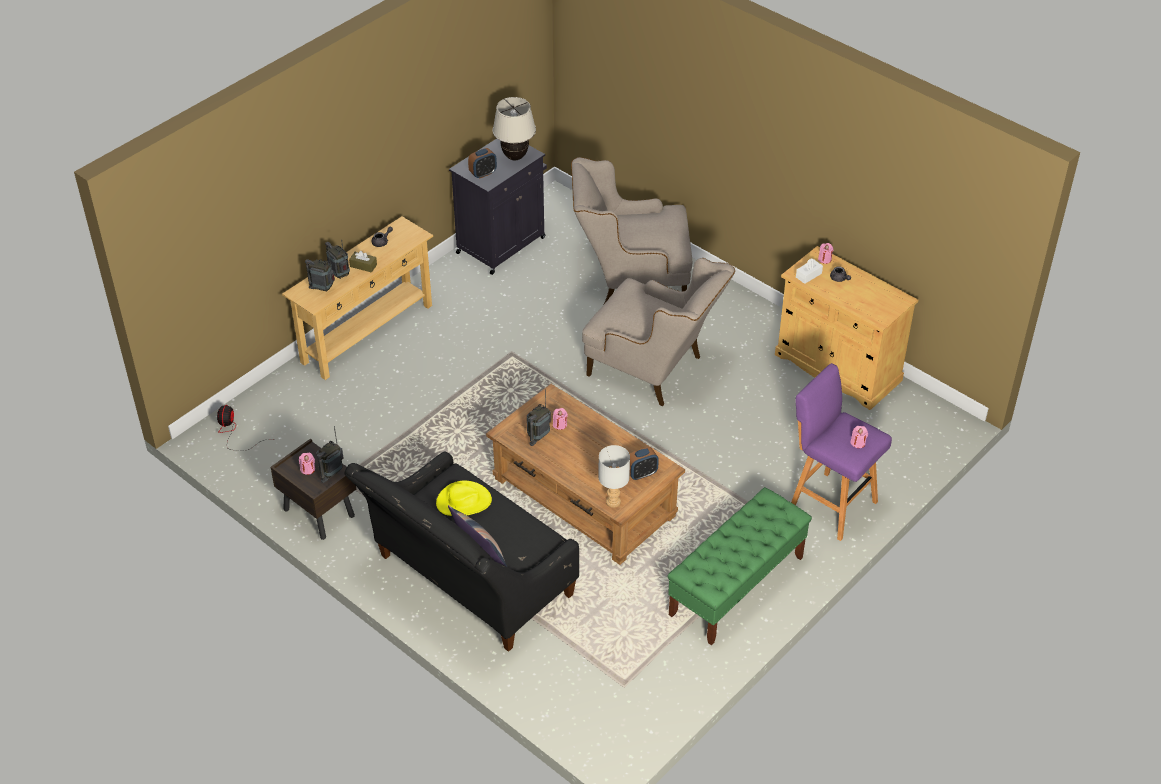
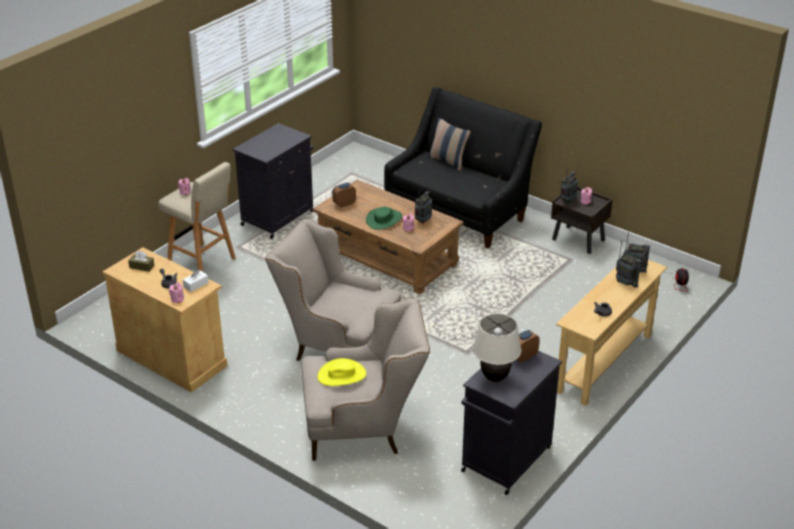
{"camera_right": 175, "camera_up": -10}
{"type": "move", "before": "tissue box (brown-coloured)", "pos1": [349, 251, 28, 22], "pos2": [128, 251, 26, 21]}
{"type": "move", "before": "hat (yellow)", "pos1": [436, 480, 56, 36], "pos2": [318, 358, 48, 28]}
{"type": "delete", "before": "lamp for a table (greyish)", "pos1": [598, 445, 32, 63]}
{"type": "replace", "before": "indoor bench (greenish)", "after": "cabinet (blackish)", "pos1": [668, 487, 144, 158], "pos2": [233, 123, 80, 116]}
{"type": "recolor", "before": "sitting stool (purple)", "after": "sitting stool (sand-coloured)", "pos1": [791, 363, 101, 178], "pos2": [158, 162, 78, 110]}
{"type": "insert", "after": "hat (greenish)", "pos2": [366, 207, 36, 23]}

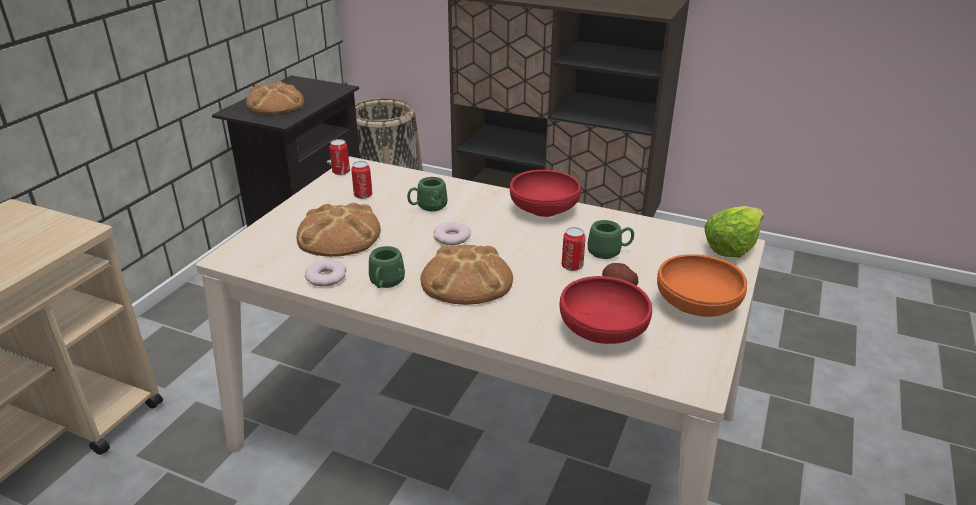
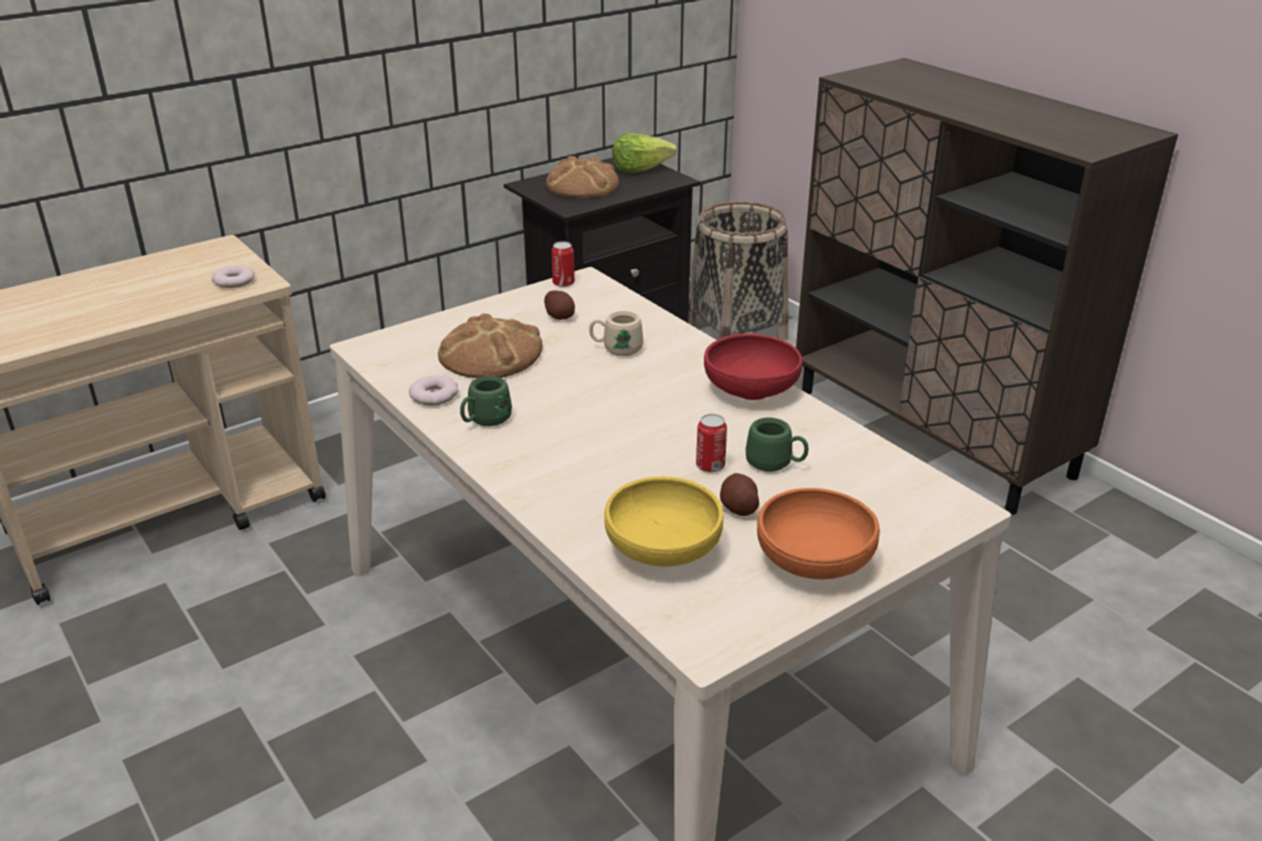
{"camera_right": 30, "camera_up": 0}
{"type": "replace", "before": "sealed can", "after": "whole potato", "pos1": [351, 161, 22, 38], "pos2": [544, 290, 31, 30]}
{"type": "recolor", "before": "tea mug (greenish)", "after": "tea mug (sand-coloured)", "pos1": [407, 177, 41, 34], "pos2": [589, 311, 54, 45]}
{"type": "delete", "before": "bread", "pos1": [420, 245, 93, 60]}
{"type": "move", "before": "ring doughnut", "pos1": [433, 222, 38, 23], "pos2": [212, 265, 43, 23]}
{"type": "recolor", "before": "serving bowl (red-coloured)", "after": "serving bowl (yellow)", "pos1": [559, 276, 93, 68], "pos2": [604, 476, 120, 90]}
{"type": "move", "before": "head of lettuce", "pos1": [704, 206, 60, 51], "pos2": [612, 134, 65, 39]}

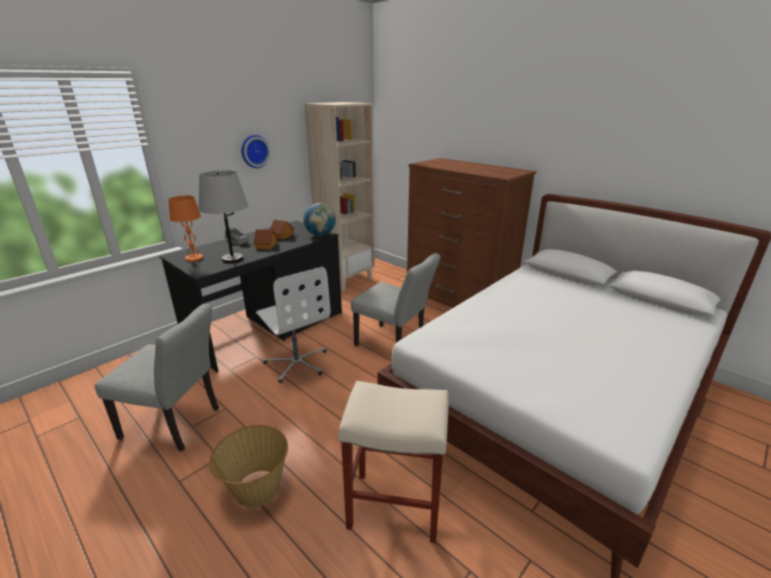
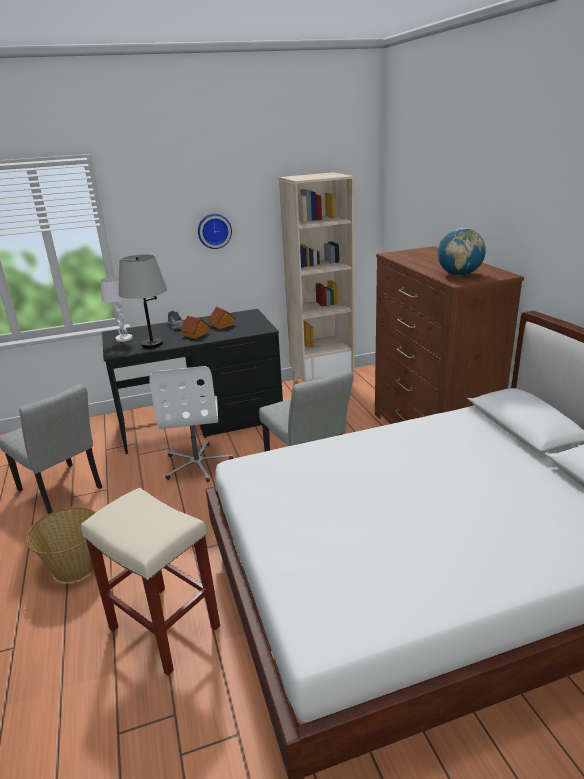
{"camera_right": 30, "camera_up": 0}
{"type": "recolor", "before": "lamp for a table (orangey)", "after": "lamp for a table (whitish)", "pos1": [169, 195, 34, 67], "pos2": [101, 276, 32, 66]}
{"type": "move", "before": "world globe", "pos1": [303, 203, 33, 33], "pos2": [438, 228, 48, 48]}

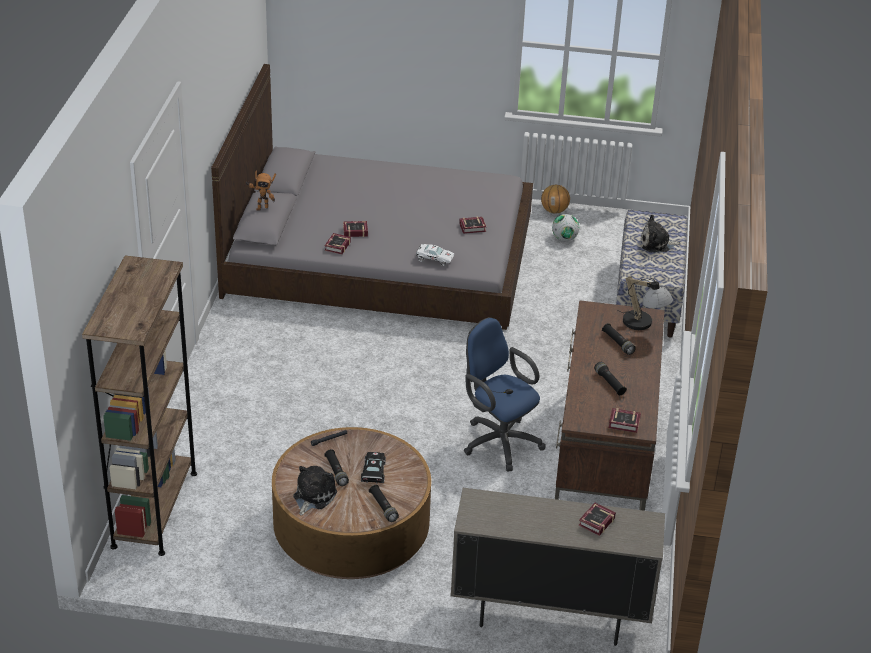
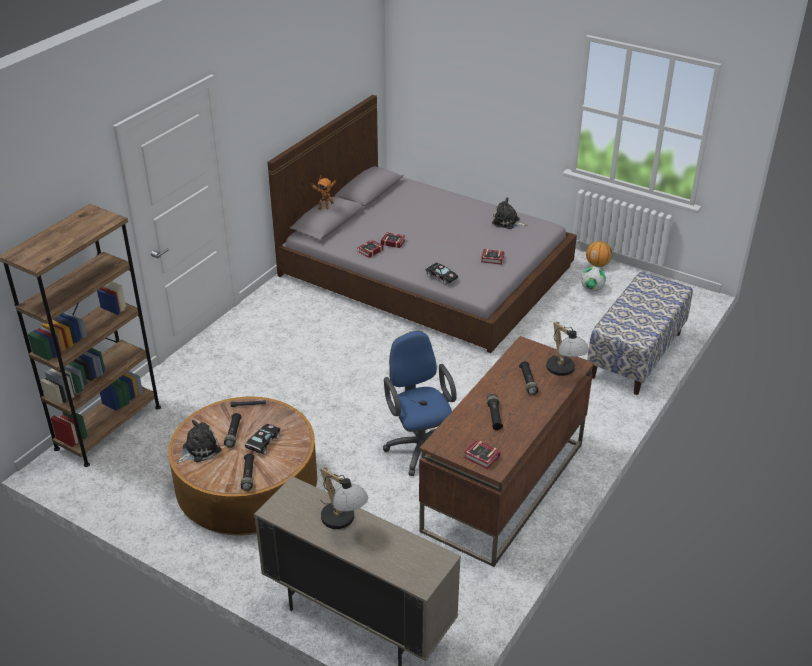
{"camera_right": 25, "camera_up": 0}
{"type": "recolor", "before": "model car (whitish)", "after": "model car (blackish)", "pos1": [416, 244, 38, 22], "pos2": [426, 262, 32, 23]}
{"type": "delete", "before": "book", "pos1": [578, 503, 38, 33]}
{"type": "move", "before": "soft toy", "pos1": [641, 215, 40, 37], "pos2": [492, 197, 35, 32]}
{"type": "insert", "after": "lamp for a table", "pos2": [320, 467, 48, 62]}

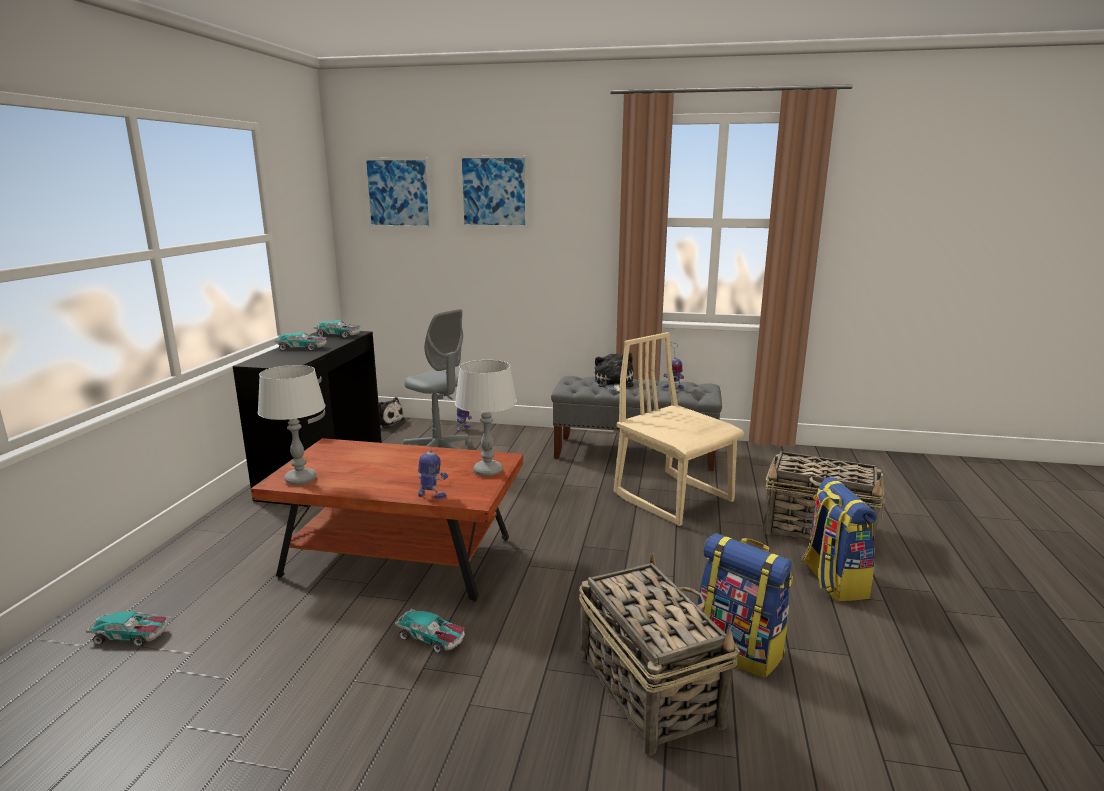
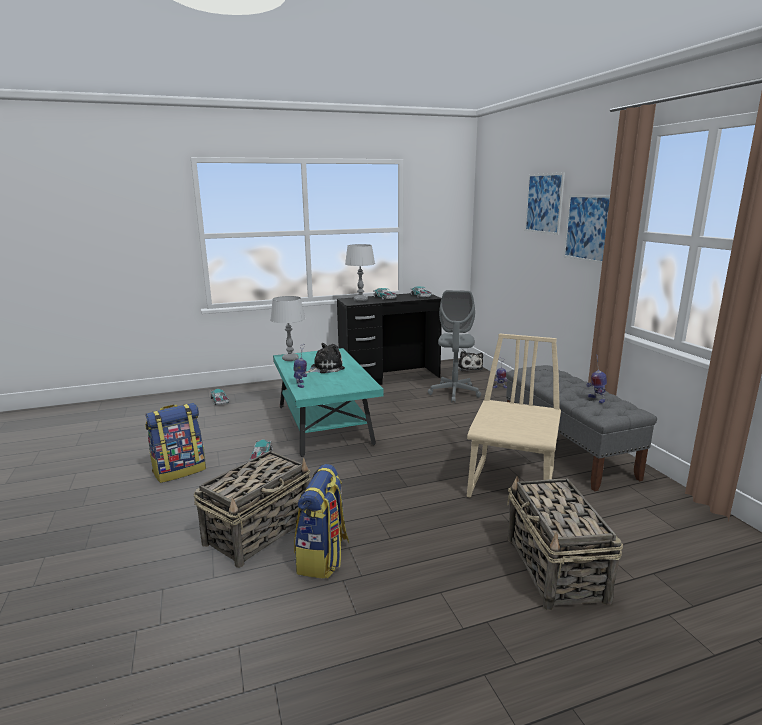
{"camera_right": 60, "camera_up": 0}
{"type": "recolor", "before": "lounge table (brown-coloured)", "after": "lounge table (turquoise)", "pos1": [251, 438, 272, 164], "pos2": [273, 348, 111, 109]}
{"type": "move", "before": "wall picture", "pos1": [364, 158, 68, 70], "pos2": [563, 195, 47, 68]}
{"type": "move", "before": "lamp for a table (greyish)", "pos1": [455, 360, 62, 117], "pos2": [345, 244, 30, 57]}
{"type": "move", "before": "soft toy", "pos1": [595, 353, 39, 39], "pos2": [305, 343, 40, 31]}
{"type": "move", "before": "knapsack", "pos1": [801, 477, 76, 124], "pos2": [145, 403, 61, 80]}

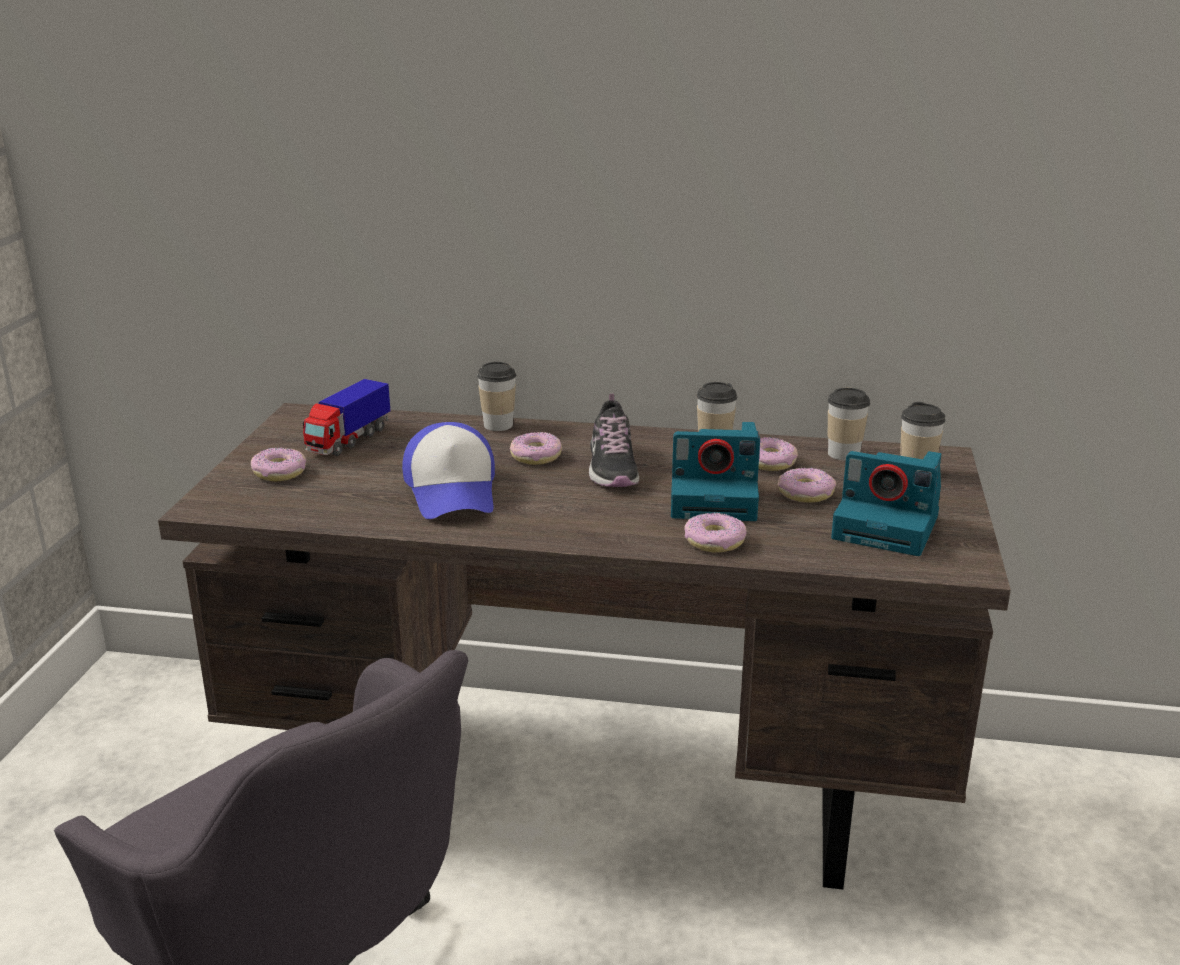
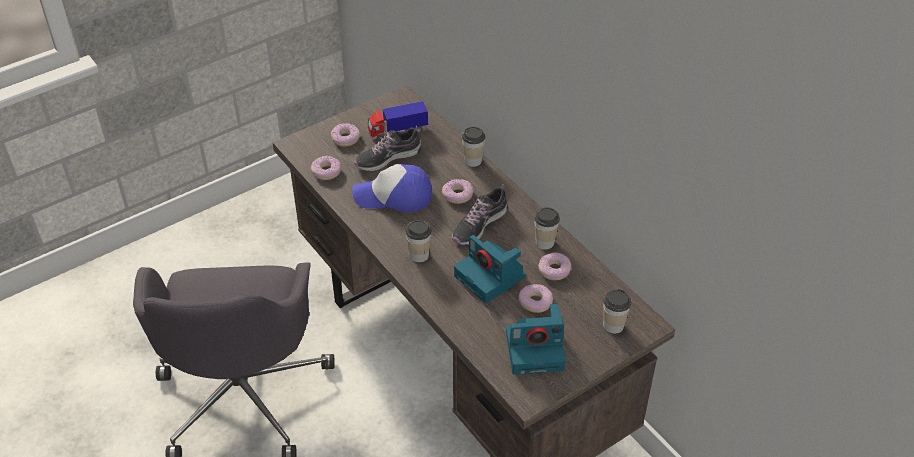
{"camera_right": 45, "camera_up": 20}
{"type": "rotate", "before": "peaked cap", "pos1": [402, 422, 93, 97], "pos2": [352, 164, 80, 48], "turn": 60}
{"type": "move", "before": "ring doughnut", "pos1": [685, 512, 62, 40], "pos2": [311, 156, 30, 24]}
{"type": "move", "before": "small cup", "pos1": [828, 388, 42, 73], "pos2": [406, 220, 25, 42]}
{"type": "rotate", "before": "photo camera", "pos1": [831, 451, 110, 105], "pos2": [506, 304, 60, 70], "turn": -75}
{"type": "insert", "after": "shoe", "pos2": [354, 126, 68, 45]}

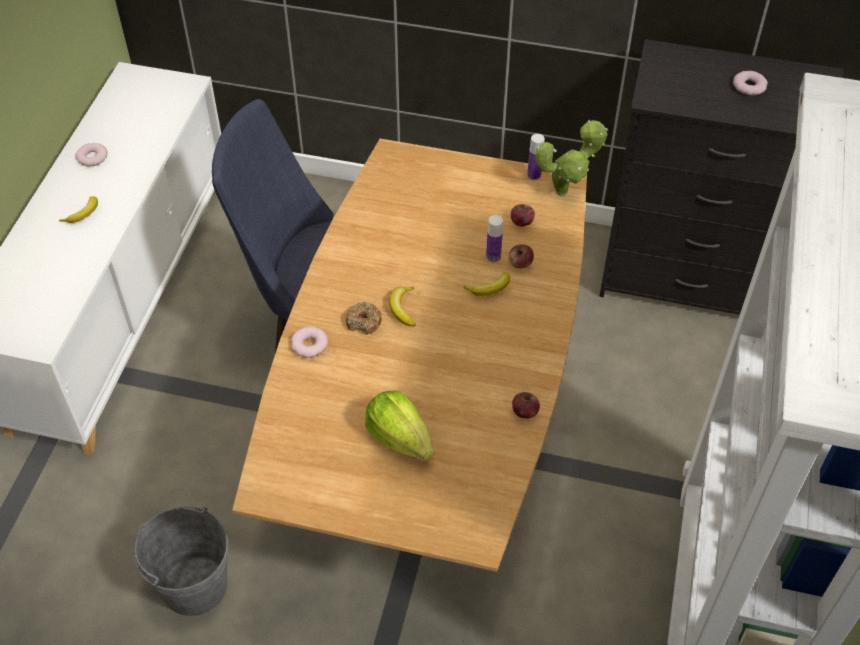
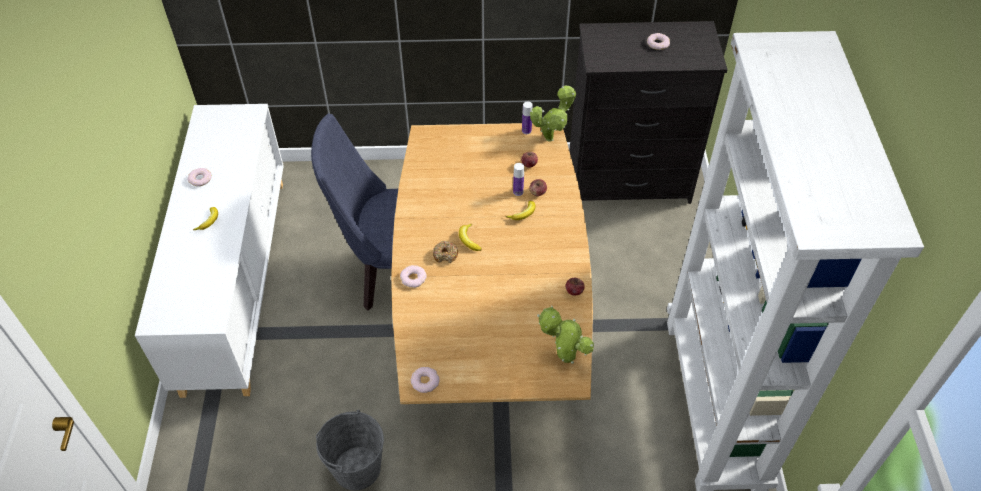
{"camera_right": -15, "camera_up": 0}
{"type": "delete", "before": "head of lettuce", "pos1": [365, 390, 69, 70]}
{"type": "insert", "after": "ring doughnut", "pos2": [411, 367, 29, 26]}
{"type": "insert", "after": "houseplant", "pos2": [537, 306, 57, 58]}

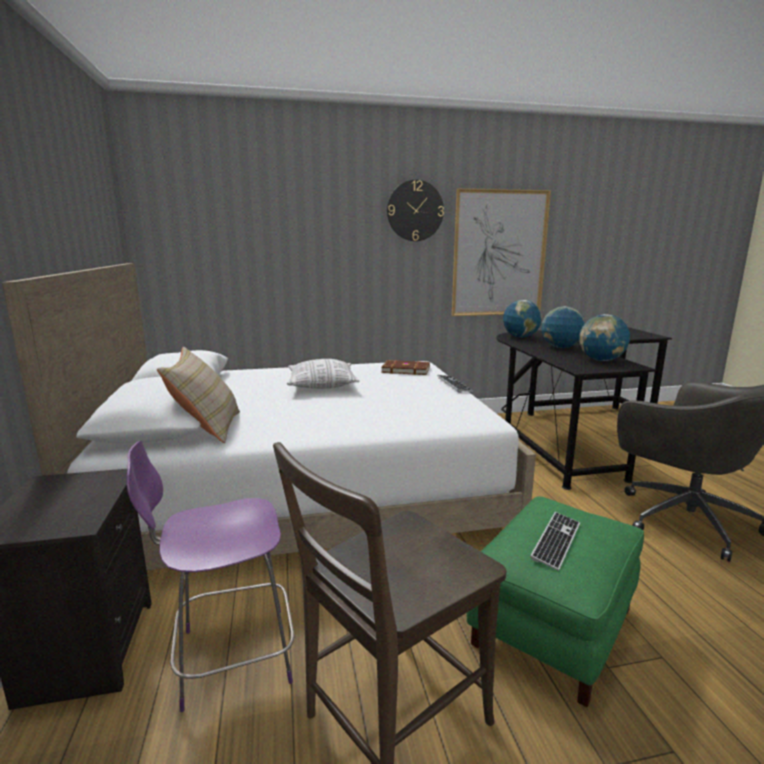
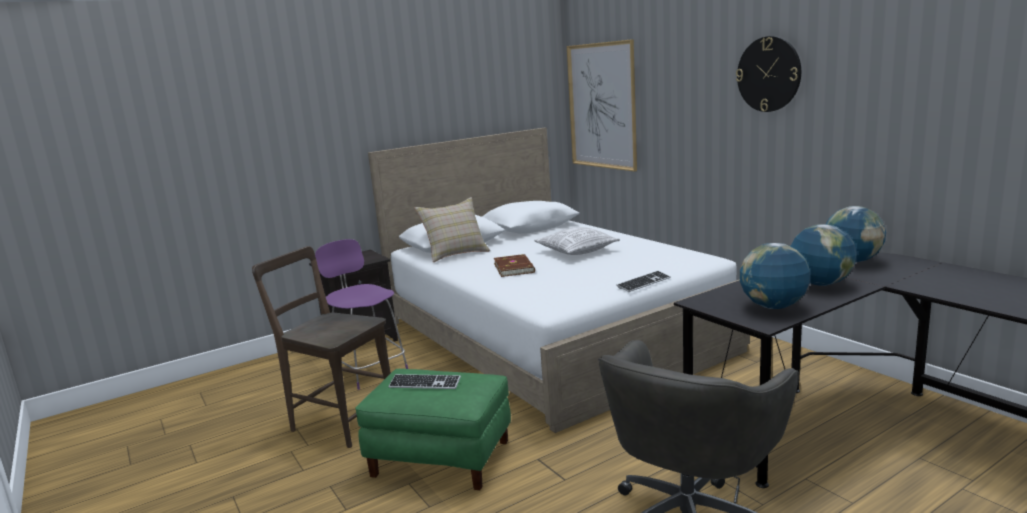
{"camera_right": 70, "camera_up": 0}
{"type": "move", "before": "book (brown-coloured)", "pos1": [381, 360, 49, 15], "pos2": [494, 254, 41, 23]}
{"type": "move", "before": "wall picture", "pos1": [452, 188, 99, 128], "pos2": [567, 39, 70, 132]}

